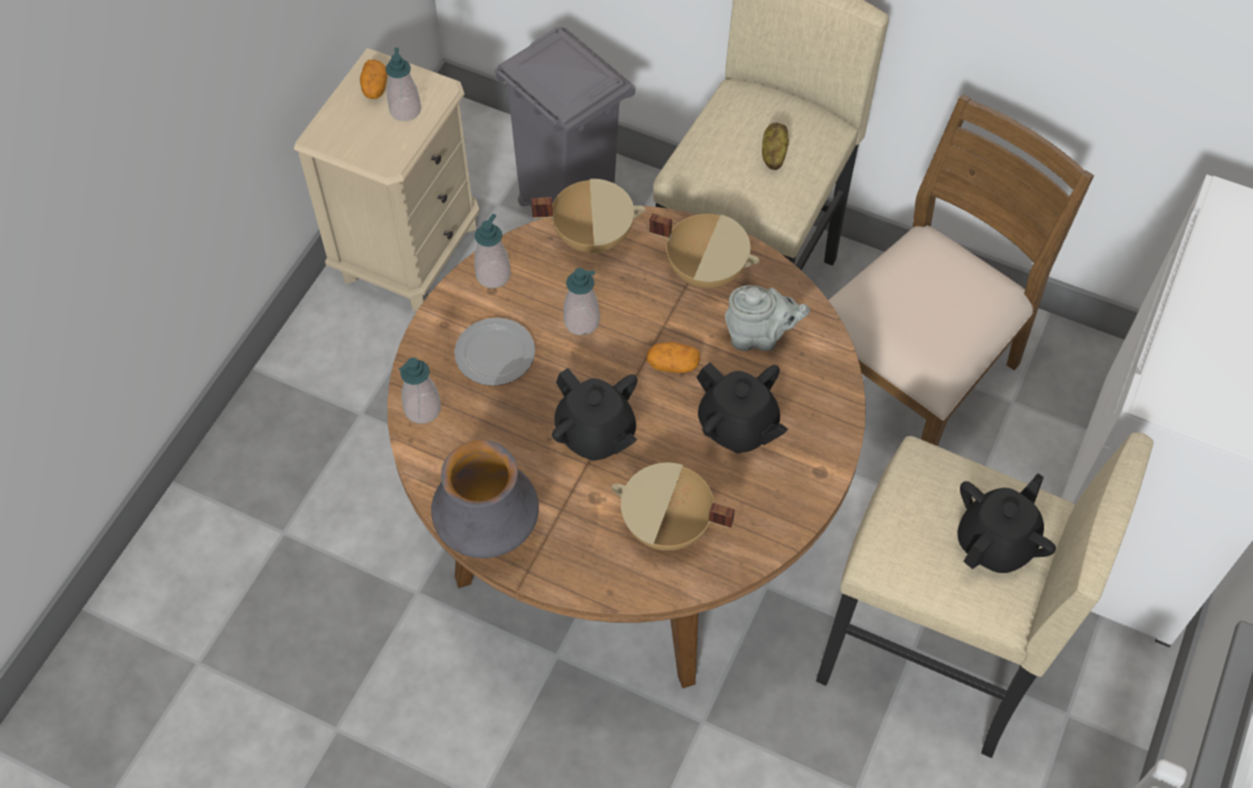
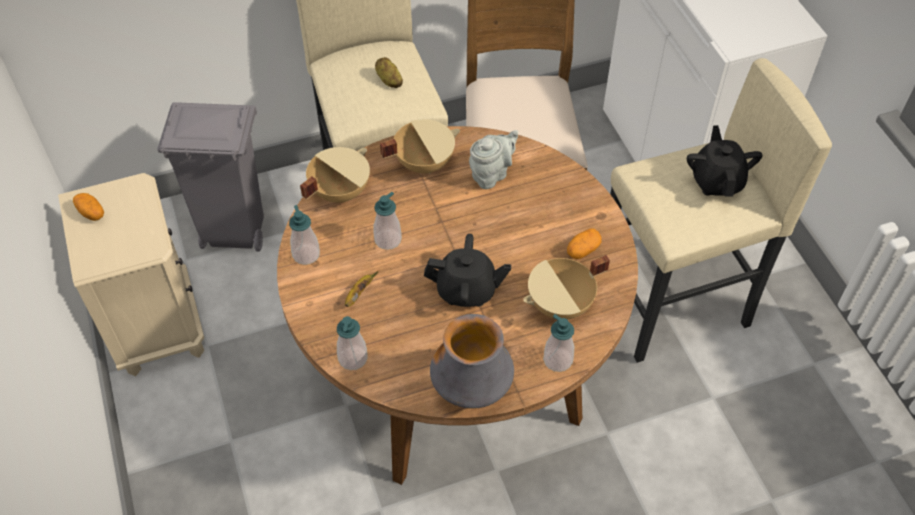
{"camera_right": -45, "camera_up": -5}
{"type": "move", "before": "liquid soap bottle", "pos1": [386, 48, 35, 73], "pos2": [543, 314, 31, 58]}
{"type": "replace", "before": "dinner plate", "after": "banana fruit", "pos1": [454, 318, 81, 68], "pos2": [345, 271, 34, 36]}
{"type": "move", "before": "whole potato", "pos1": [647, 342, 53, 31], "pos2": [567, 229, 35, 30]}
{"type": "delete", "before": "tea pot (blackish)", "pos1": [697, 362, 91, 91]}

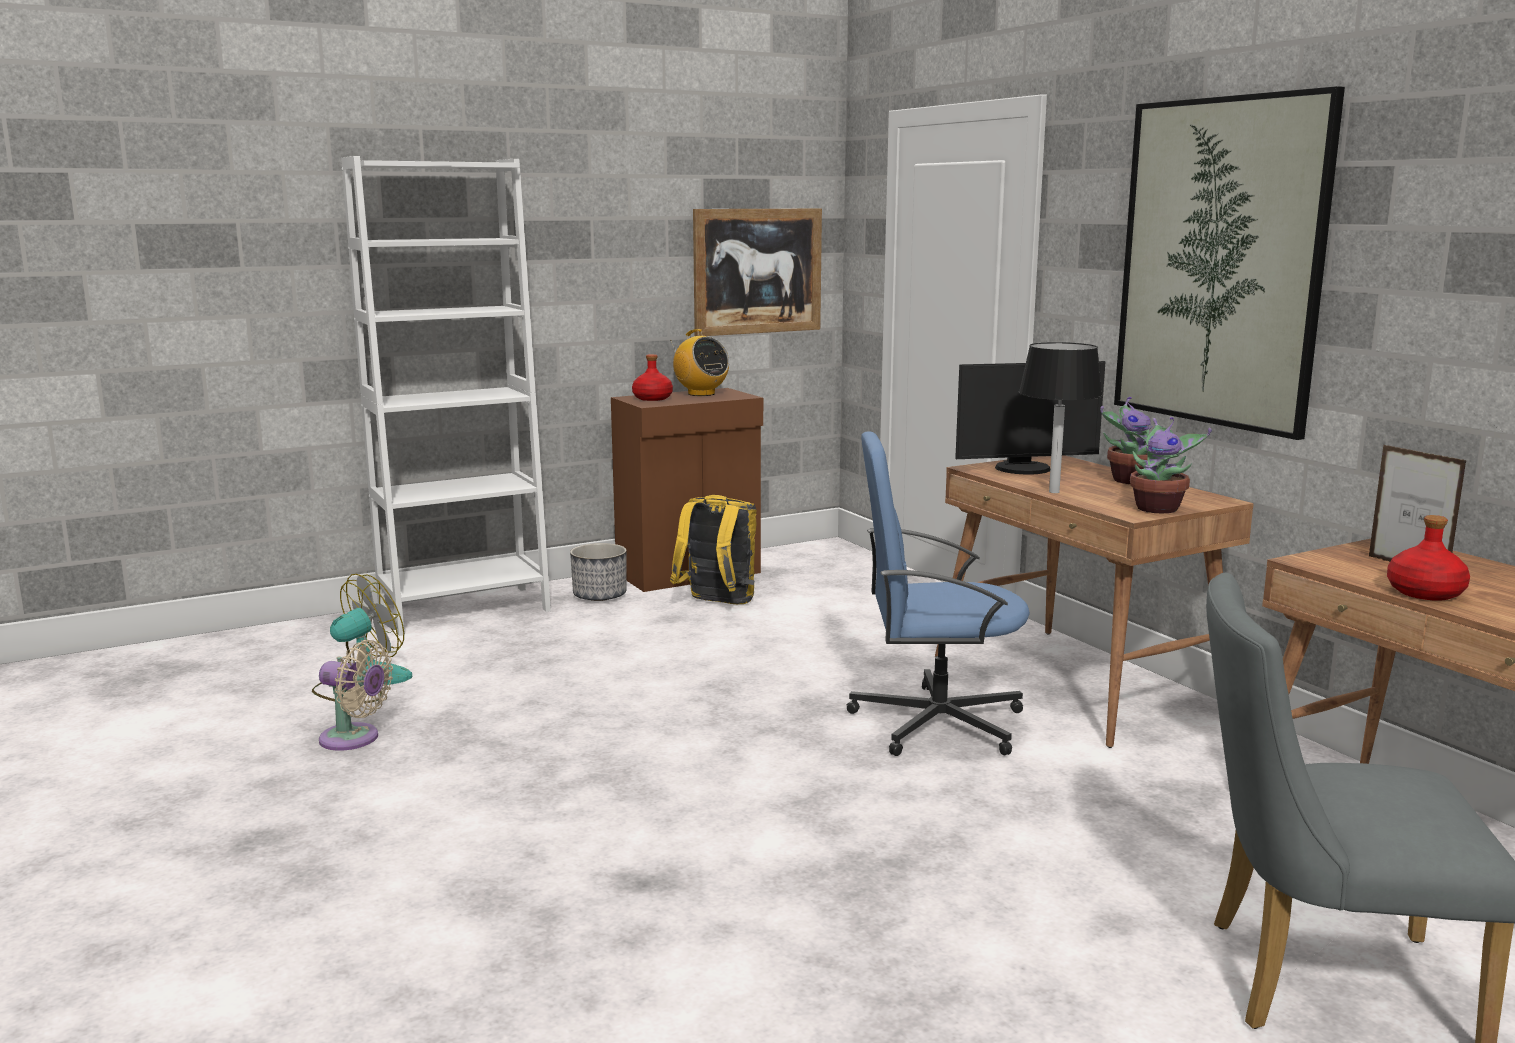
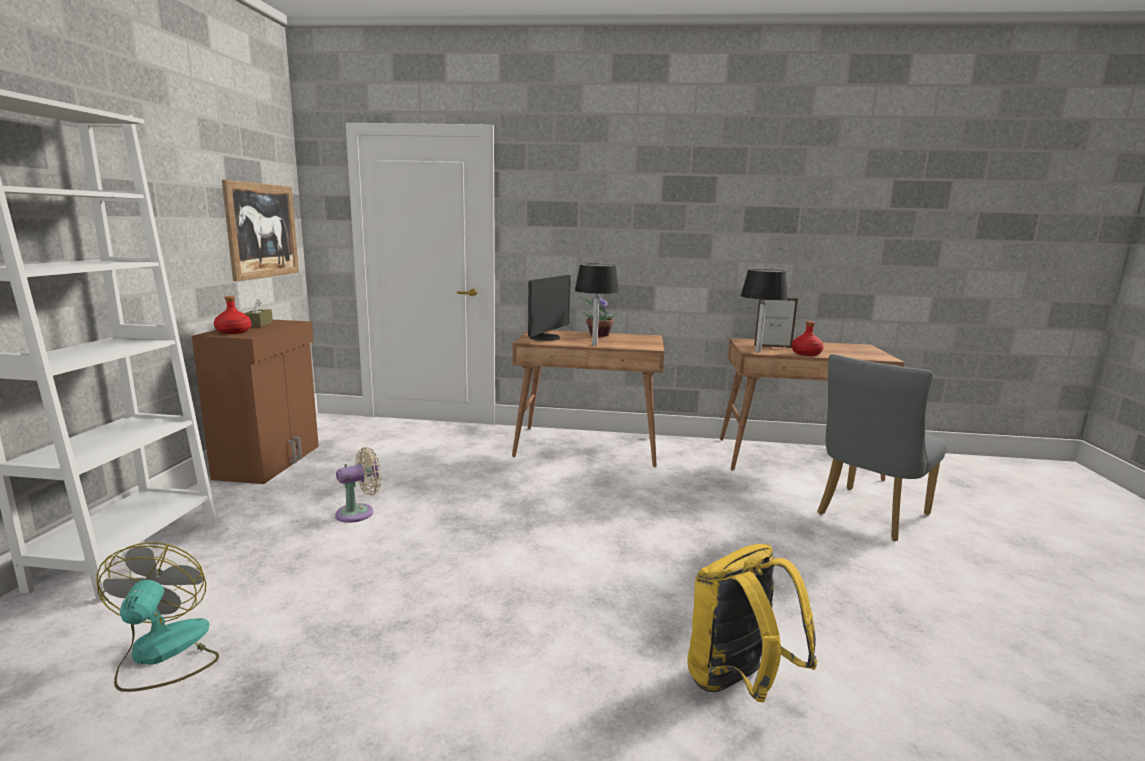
{"camera_right": -55, "camera_up": 0}
{"type": "move", "before": "cooling fan (sand-coloured)", "pos1": [319, 640, 74, 111], "pos2": [335, 447, 46, 76]}
{"type": "delete", "before": "flower pot", "pos1": [570, 543, 57, 58]}
{"type": "move", "before": "knapsack (yellow)", "pos1": [670, 495, 87, 109], "pos2": [687, 544, 130, 158]}
{"type": "replace", "before": "radio receiver", "after": "tissue box (brown-coloured)", "pos1": [671, 329, 58, 67], "pos2": [244, 299, 29, 28]}
{"type": "delete", "before": "computer chair (blue-coloured)", "pos1": [847, 431, 183, 325]}
{"type": "delete", "before": "wall picture", "pos1": [1114, 86, 231, 354]}
{"type": "delete", "before": "houseplant", "pos1": [1130, 417, 81, 97]}
{"type": "insert", "after": "lamp for a table (blackish)", "pos2": [741, 269, 47, 83]}

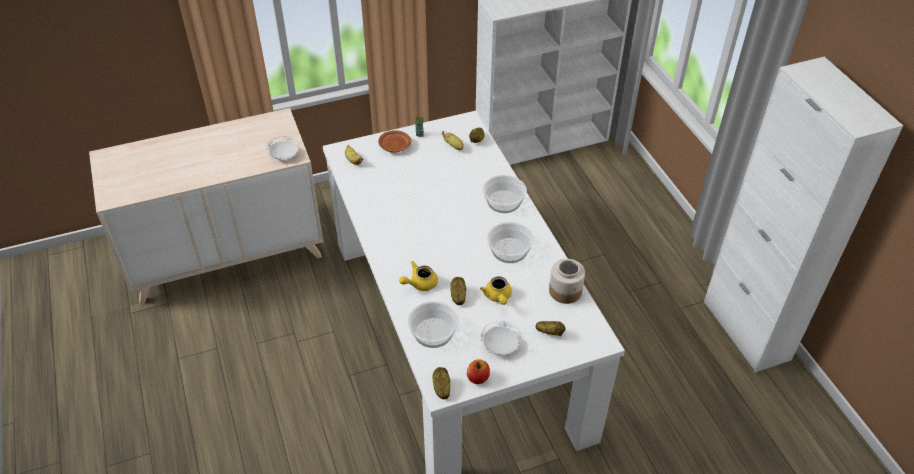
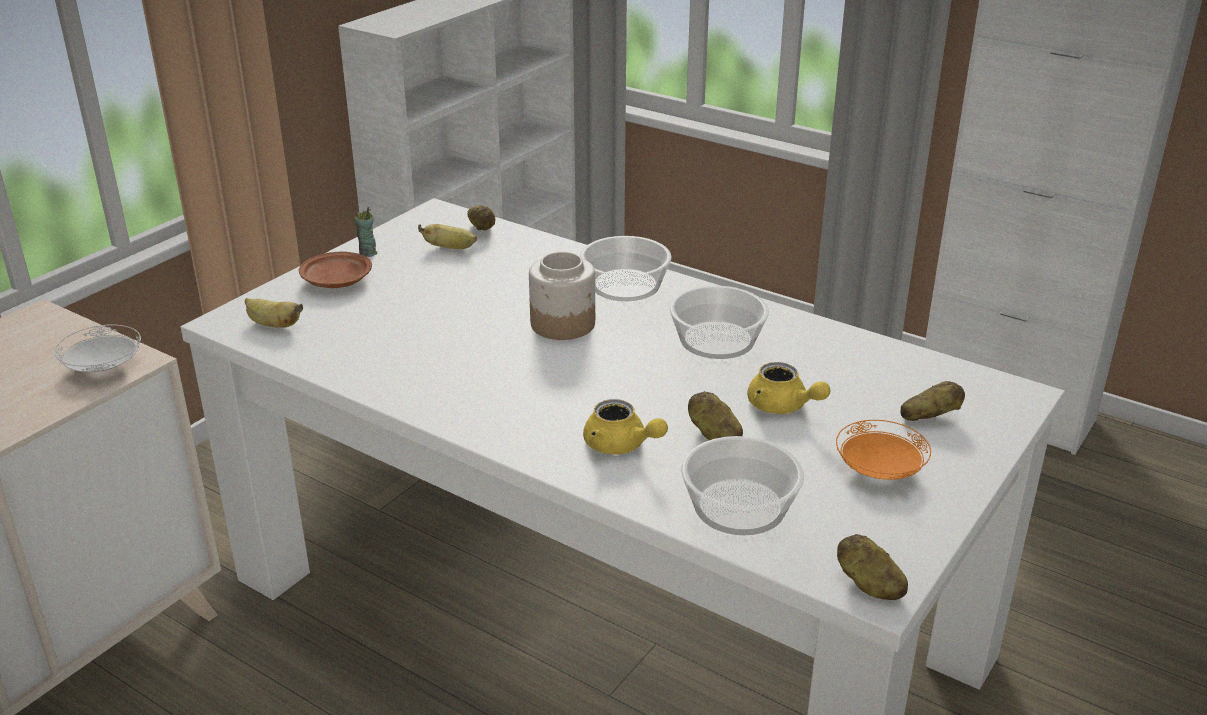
{"camera_right": -35, "camera_up": -15}
{"type": "rotate", "before": "tea pot (yellow)", "pos1": [399, 261, 39, 30], "pos2": [583, 399, 85, 56], "turn": -75}
{"type": "delete", "before": "apple fruit", "pos1": [467, 359, 23, 25]}
{"type": "recolor", "before": "dinner plate (whitish)", "after": "dinner plate (orangey)", "pos1": [480, 321, 42, 34], "pos2": [836, 420, 95, 60]}
{"type": "move", "before": "jar", "pos1": [549, 259, 36, 45], "pos2": [529, 252, 66, 88]}

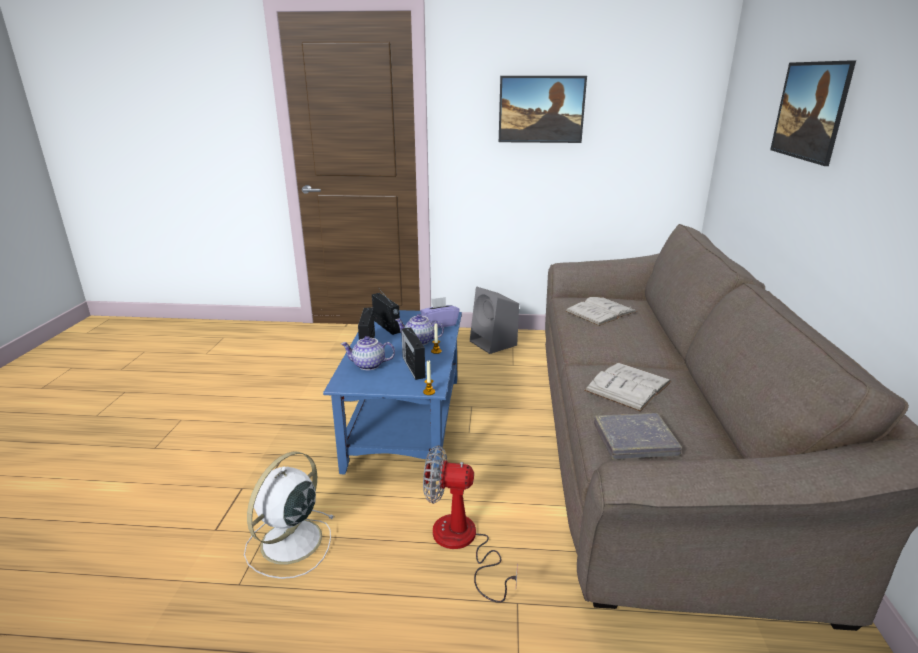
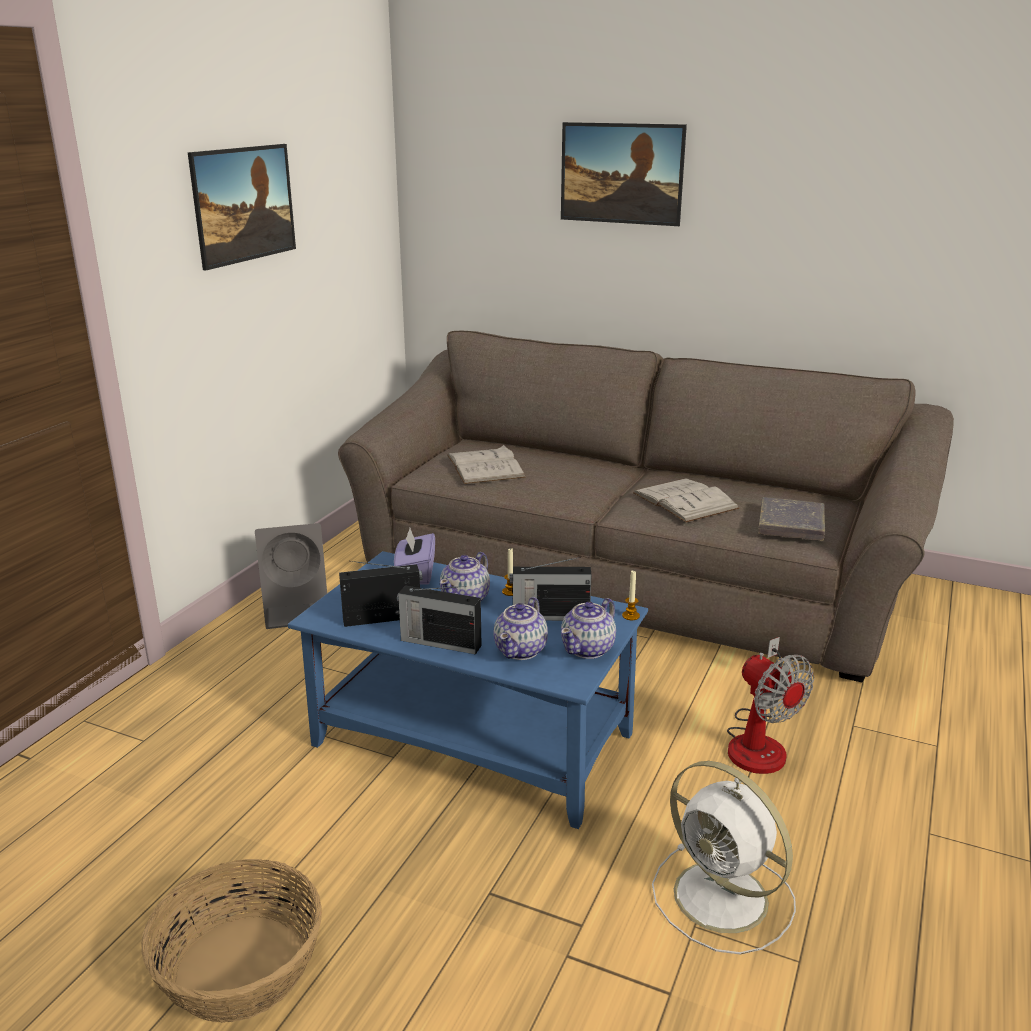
{"camera_right": -70, "camera_up": 0}
{"type": "rotate", "before": "cooling fan", "pos1": [423, 445, 95, 158], "pos2": [727, 637, 87, 137], "turn": -60}
{"type": "insert", "after": "basket", "pos2": [141, 859, 181, 164]}
{"type": "insert", "after": "tea pot", "pos2": [561, 598, 55, 61]}

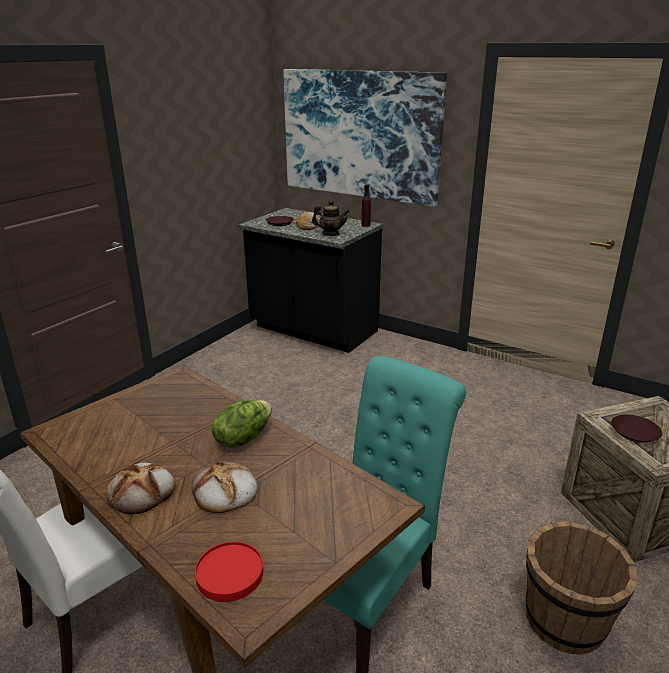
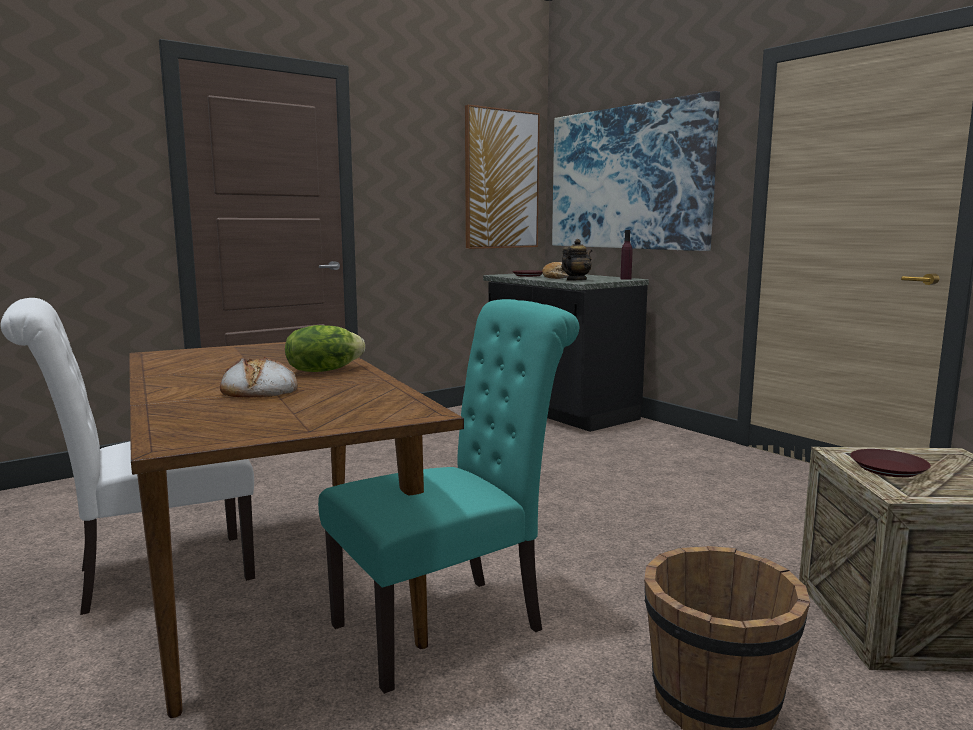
{"camera_right": 20, "camera_up": -15}
{"type": "delete", "before": "bread", "pos1": [106, 463, 69, 51]}
{"type": "delete", "before": "dinner plate (red-coloured)", "pos1": [195, 542, 68, 60]}
{"type": "rotate", "before": "tea pot", "pos1": [312, 200, 38, 36], "pos2": [561, 239, 31, 42], "turn": -75}
{"type": "insert", "after": "wall picture", "pos2": [465, 105, 75, 144]}

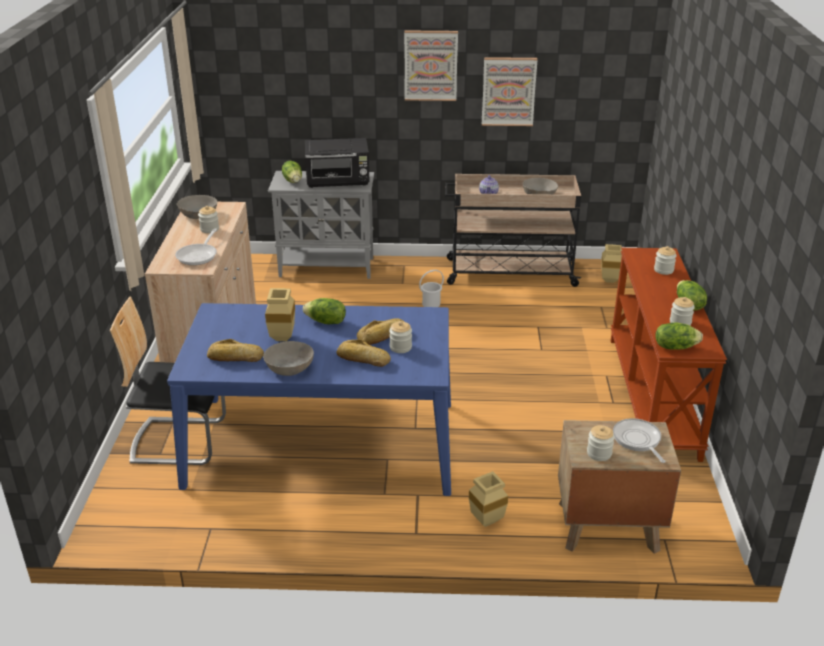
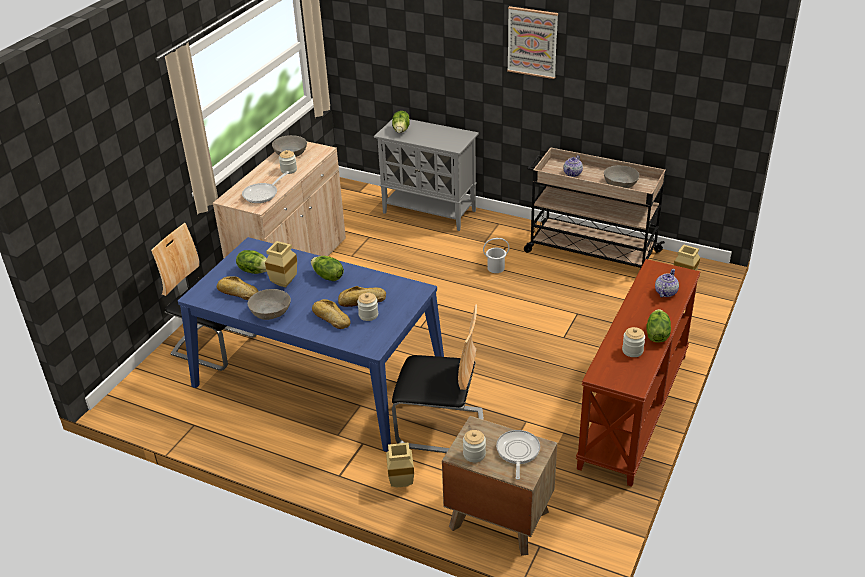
{"camera_right": 25, "camera_up": 5}
{"type": "delete", "before": "microwave (blackish)", "pos1": [305, 138, 64, 50]}
{"type": "delete", "before": "wall picture", "pos1": [482, 57, 56, 69]}
{"type": "replace", "before": "jar", "after": "tea pot", "pos1": [654, 246, 23, 29], "pos2": [655, 269, 24, 28]}
{"type": "move", "before": "head of lettuce", "pos1": [655, 322, 48, 28], "pos2": [236, 250, 31, 24]}
{"type": "insert", "after": "plain chair", "pos2": [392, 304, 92, 149]}

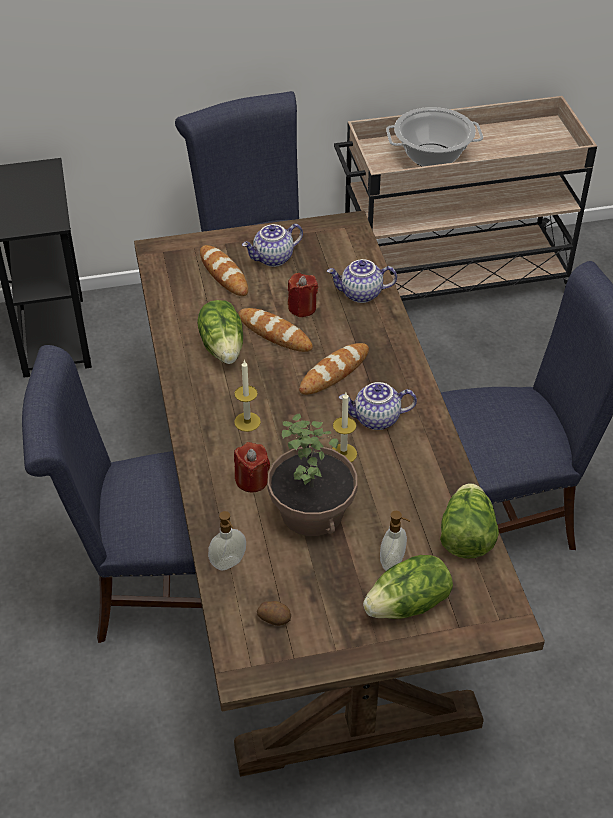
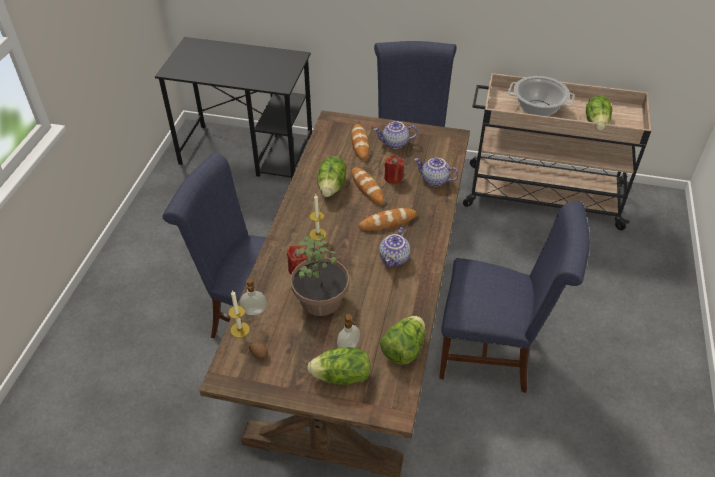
{"camera_right": 25, "camera_up": 0}
{"type": "move", "before": "wax candle", "pos1": [332, 392, 25, 70], "pos2": [228, 290, 22, 48]}
{"type": "rotate", "before": "tea pot", "pos1": [339, 382, 78, 48], "pos2": [379, 227, 31, 40], "turn": -90}
{"type": "insert", "after": "head of lettuce", "pos2": [586, 95, 26, 36]}

